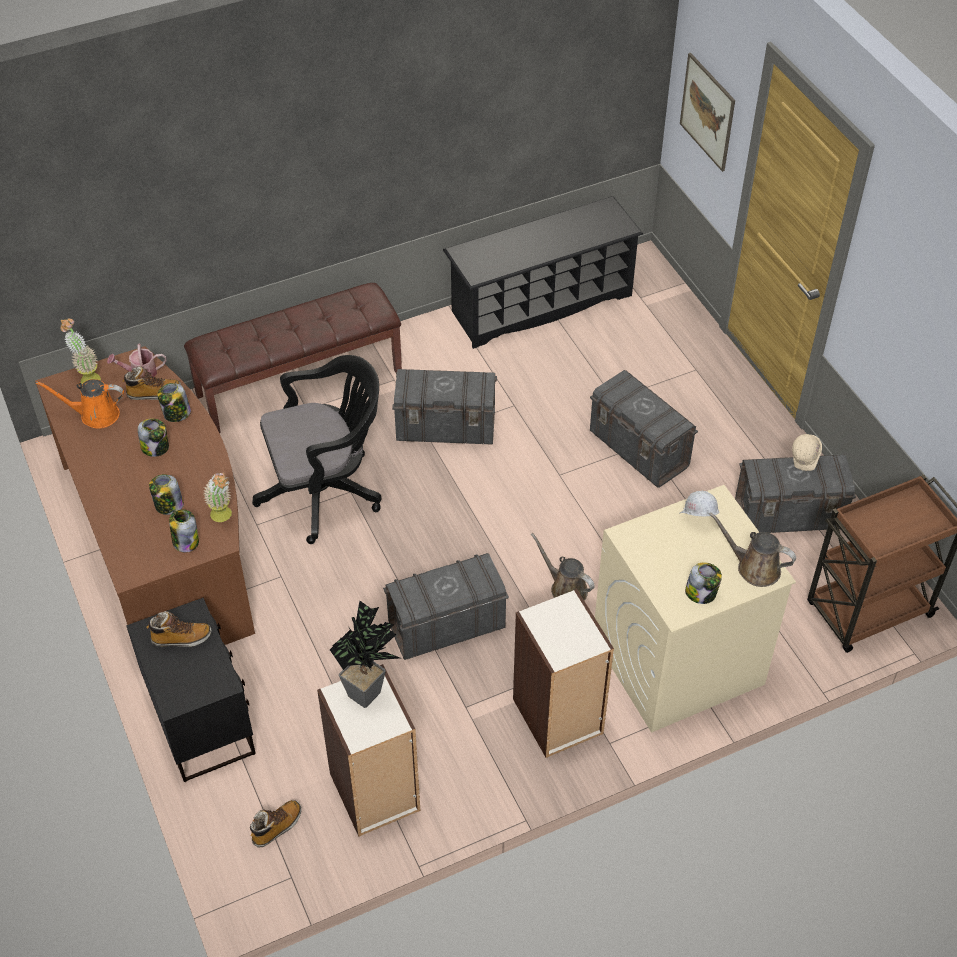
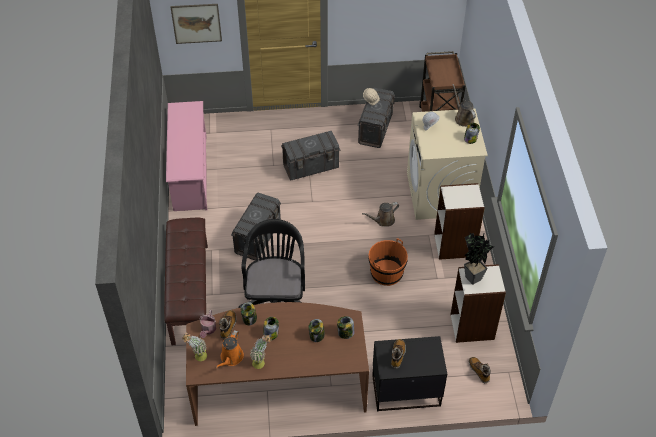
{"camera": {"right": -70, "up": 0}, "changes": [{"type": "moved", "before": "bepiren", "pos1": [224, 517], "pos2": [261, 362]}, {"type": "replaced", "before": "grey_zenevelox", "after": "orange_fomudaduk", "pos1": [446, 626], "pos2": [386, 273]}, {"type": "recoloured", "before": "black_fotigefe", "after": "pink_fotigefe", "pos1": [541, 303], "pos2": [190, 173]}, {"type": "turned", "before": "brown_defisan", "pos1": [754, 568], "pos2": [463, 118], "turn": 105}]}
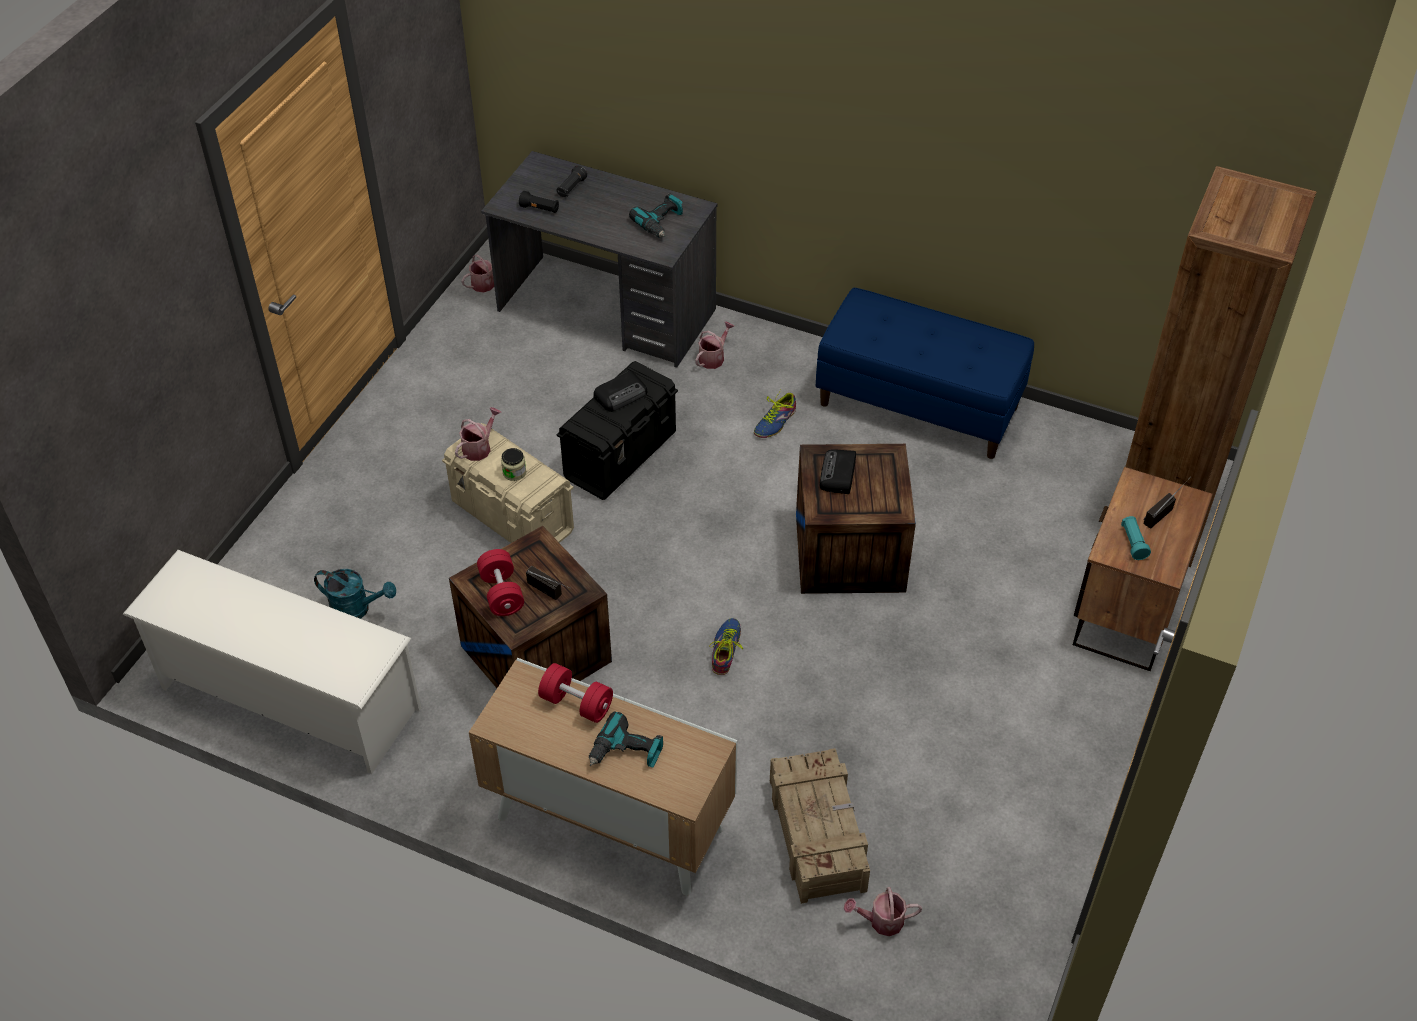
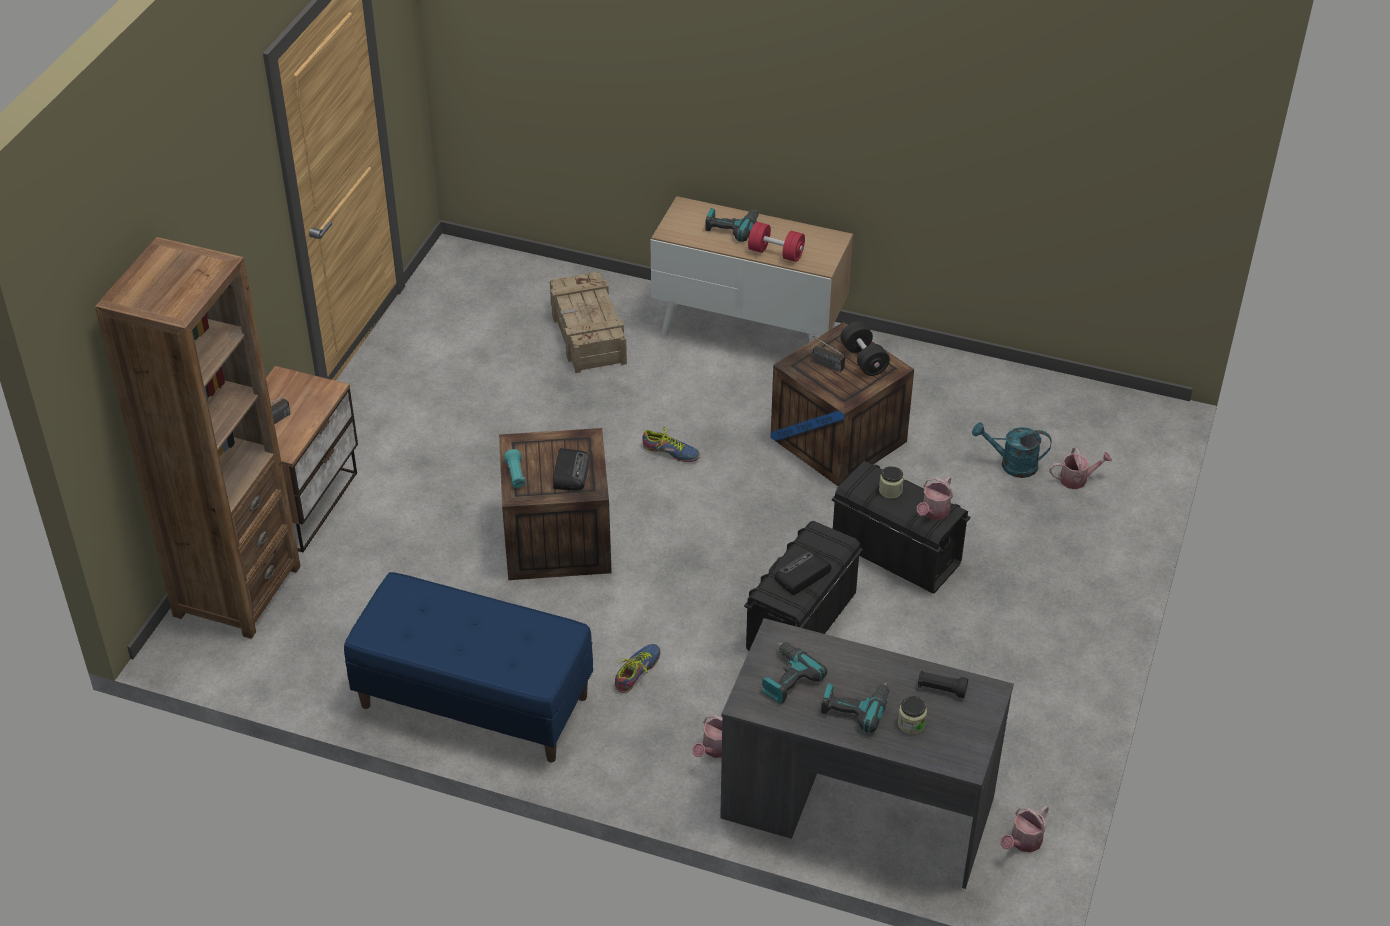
{"camera": {"right": 175, "up": -5}, "changes": [{"type": "removed", "before": "white_fotigefe", "pos1": [288, 698]}, {"type": "recoloured", "before": "beige_zenevelox", "after": "black_zenevelox", "pos1": [513, 517], "pos2": [895, 553]}, {"type": "recoloured", "before": "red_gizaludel", "after": "black_gizaludel", "pos1": [501, 593], "pos2": [864, 359]}, {"type": "replaced", "before": "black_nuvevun", "after": "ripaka", "pos1": [571, 188], "pos2": [911, 724]}, {"type": "turned", "before": "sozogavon", "pos1": [725, 650], "pos2": [671, 452], "turn": -75}, {"type": "moved", "before": "defisan", "pos1": [881, 921], "pos2": [1077, 479]}, {"type": "moved", "before": "turquoise_nuvevun", "pos1": [1133, 543], "pos2": [515, 475]}, {"type": "added", "after": "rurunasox", "pos2": [854, 708]}]}
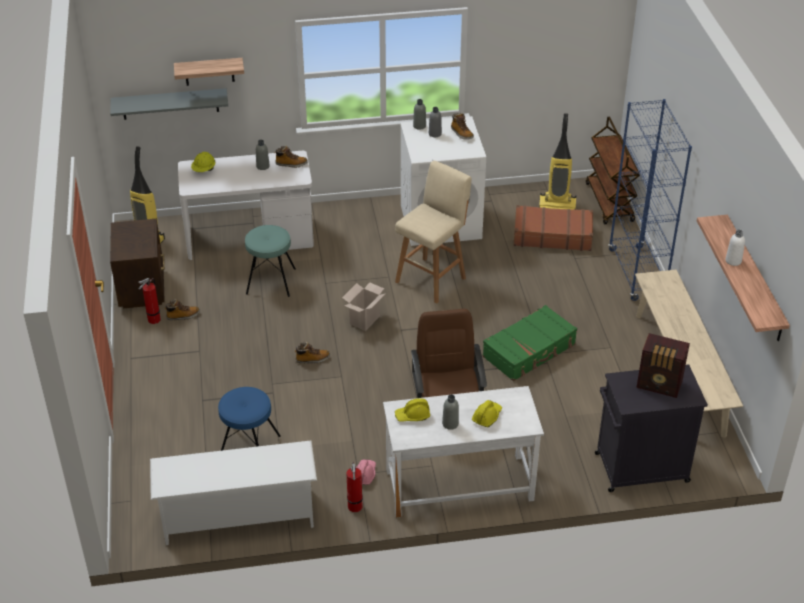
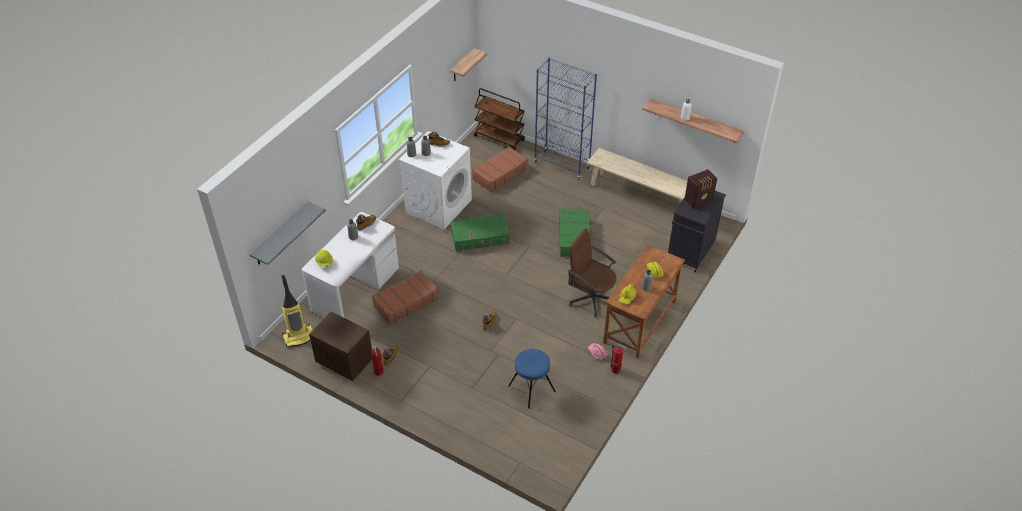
{"camera": {"right": -50, "up": 5}, "changes": [{"type": "removed", "before": "white_fotigefe", "pos1": [238, 516]}, {"type": "moved", "before": "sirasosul", "pos1": [209, 71], "pos2": [462, 65]}, {"type": "replaced", "before": "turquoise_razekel", "after": "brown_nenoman", "pos1": [271, 281], "pos2": [405, 302]}, {"type": "removed", "before": "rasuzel", "pos1": [364, 319]}, {"type": "recoloured", "before": "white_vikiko", "after": "brown_vikiko", "pos1": [459, 486], "pos2": [640, 322]}, {"type": "replaced", "before": "beige_razekel", "after": "green_nenoman", "pos1": [432, 279], "pos2": [480, 238]}, {"type": "removed", "before": "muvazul", "pos1": [557, 206]}]}
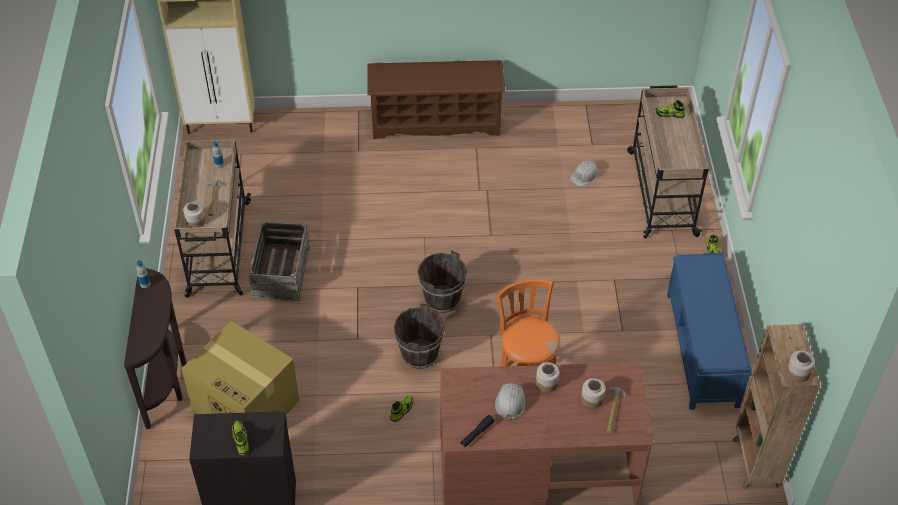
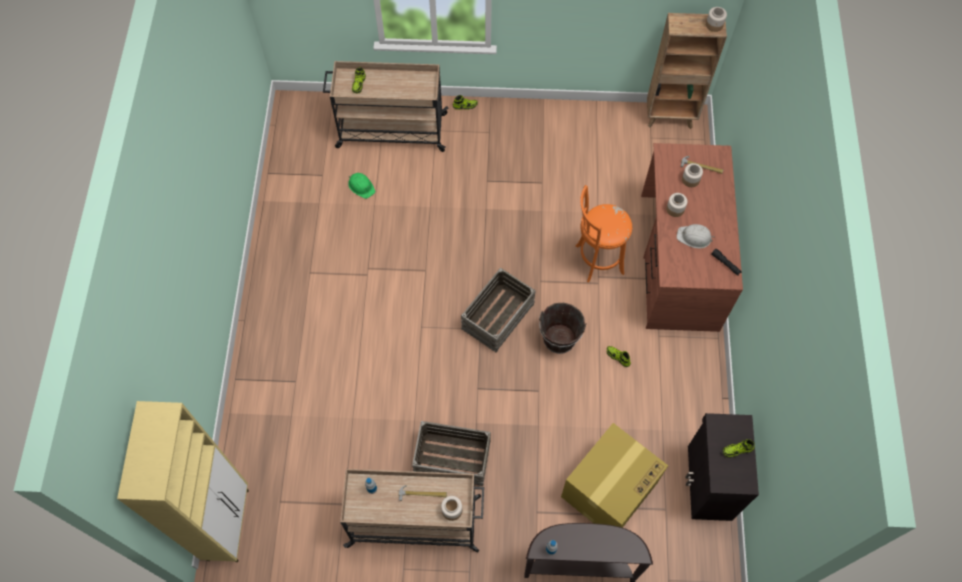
{"camera": {"right": -85, "up": 15}, "changes": [{"type": "removed", "before": "brown_fotigefe", "pos1": [436, 122]}, {"type": "replaced", "before": "brown_fomudaduk", "after": "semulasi", "pos1": [442, 299], "pos2": [498, 317]}, {"type": "recoloured", "before": "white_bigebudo", "after": "green_bigebudo", "pos1": [584, 175], "pos2": [361, 186]}, {"type": "removed", "before": "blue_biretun", "pos1": [702, 350]}]}
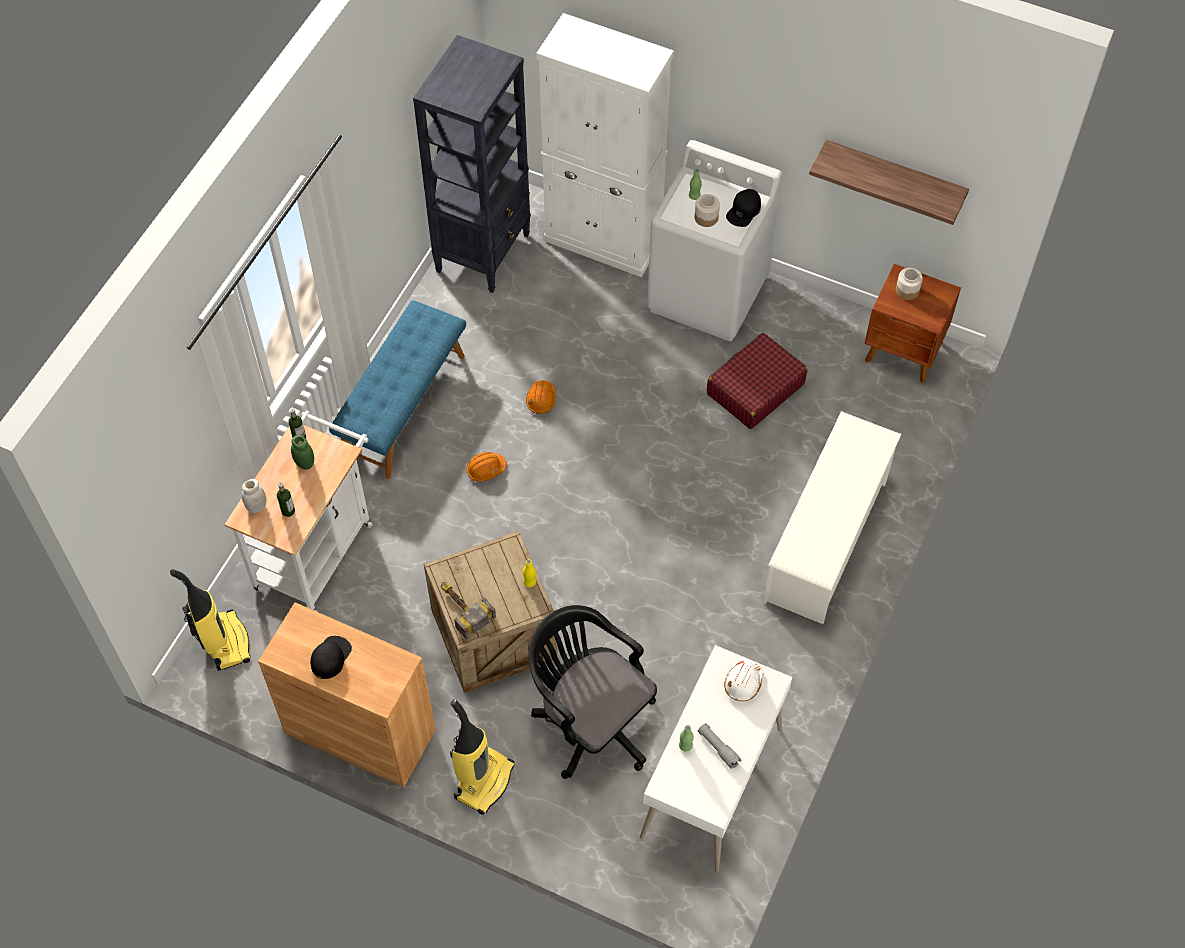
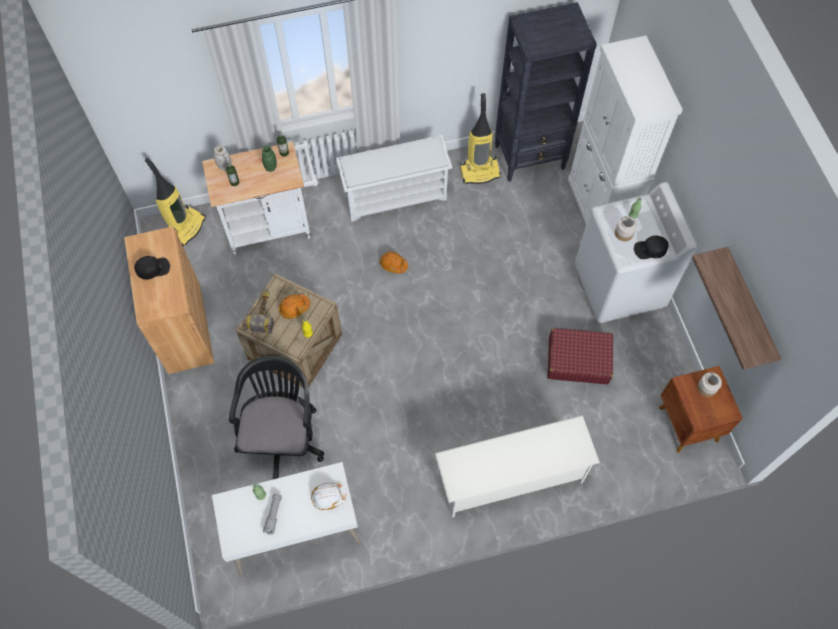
{"camera": {"right": 50, "up": 5}, "changes": [{"type": "replaced", "before": "blue_biretun", "after": "white_fotigefe", "pos1": [403, 406], "pos2": [396, 196]}, {"type": "moved", "before": "muvazul", "pos1": [483, 780], "pos2": [480, 171]}, {"type": "moved", "before": "orange_bigebudo", "pos1": [541, 400], "pos2": [294, 308]}]}
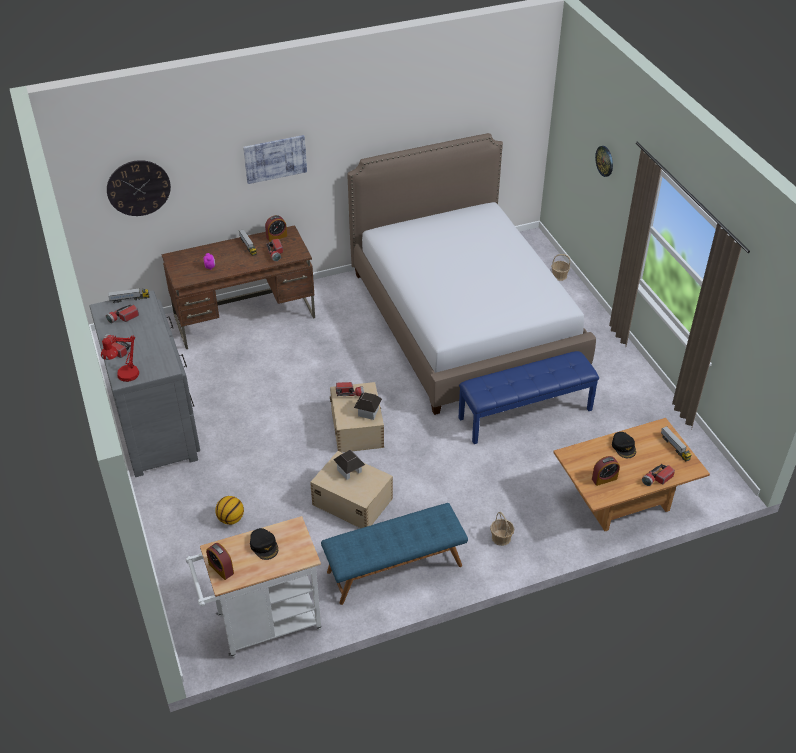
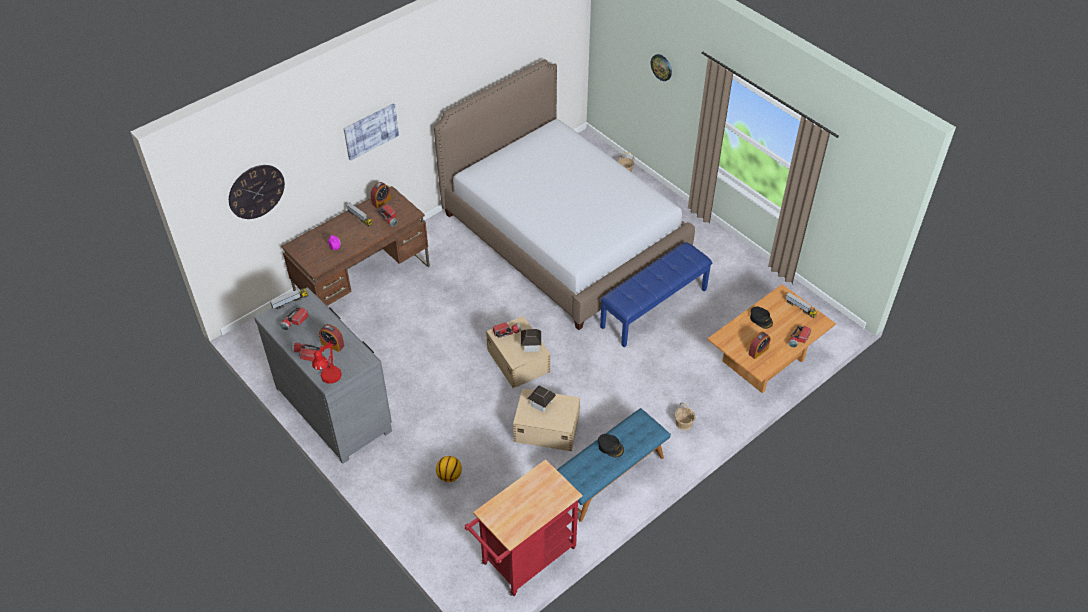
{"camera": {"right": -20, "up": 5}, "changes": [{"type": "recoloured", "before": "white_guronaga", "after": "red_guronaga", "pos1": [262, 625], "pos2": [524, 560]}, {"type": "moved", "before": "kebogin", "pos1": [221, 568], "pos2": [332, 344]}, {"type": "moved", "before": "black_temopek", "pos1": [264, 546], "pos2": [610, 447]}]}
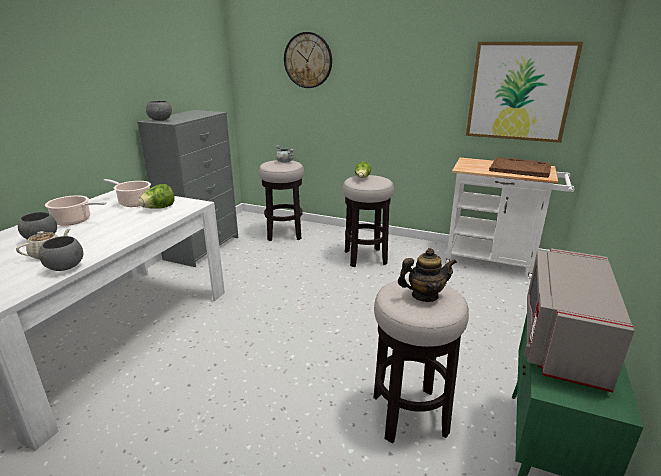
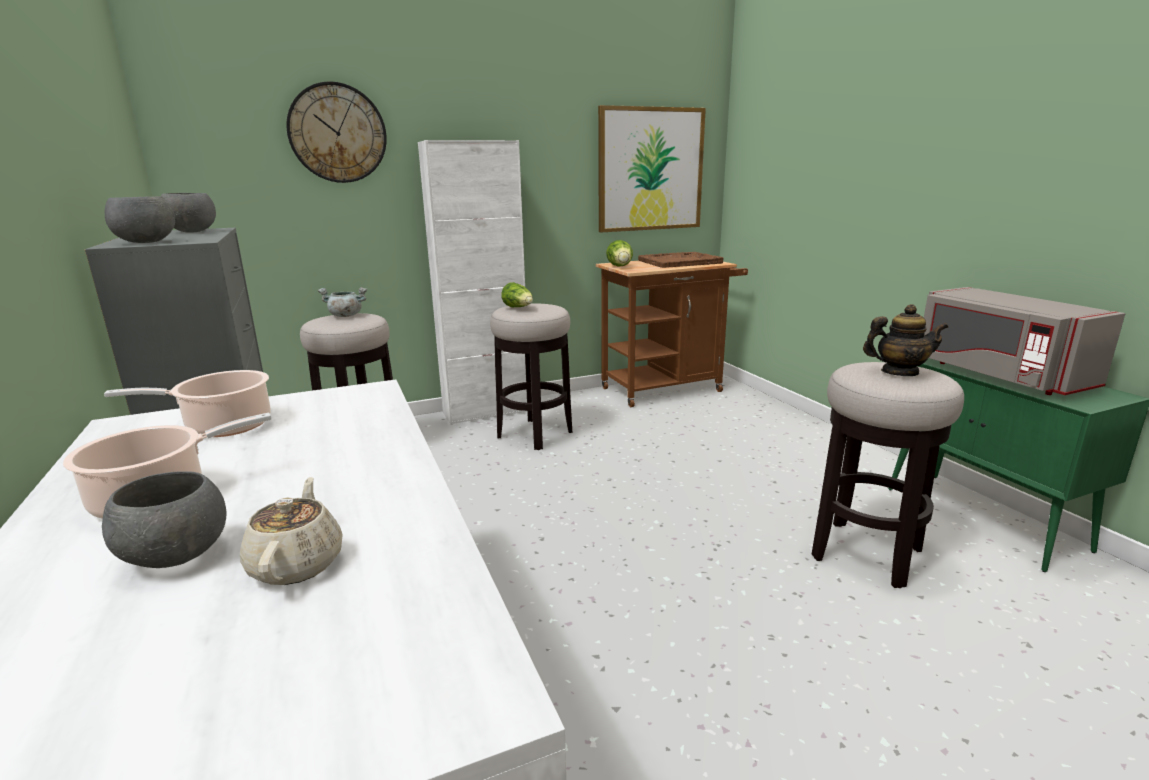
{"camera": {"right": -45, "up": -5}, "changes": [{"type": "moved", "before": "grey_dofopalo", "pos1": [65, 268], "pos2": [191, 232]}, {"type": "moved", "before": "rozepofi", "pos1": [159, 208], "pos2": [620, 267]}, {"type": "turned", "before": "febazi", "pos1": [424, 296], "pos2": [899, 372], "turn": 60}, {"type": "recoloured", "before": "white_guronaga", "after": "brown_guronaga", "pos1": [495, 262], "pos2": [668, 388]}, {"type": "added", "after": "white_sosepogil", "pos2": [486, 412]}]}
